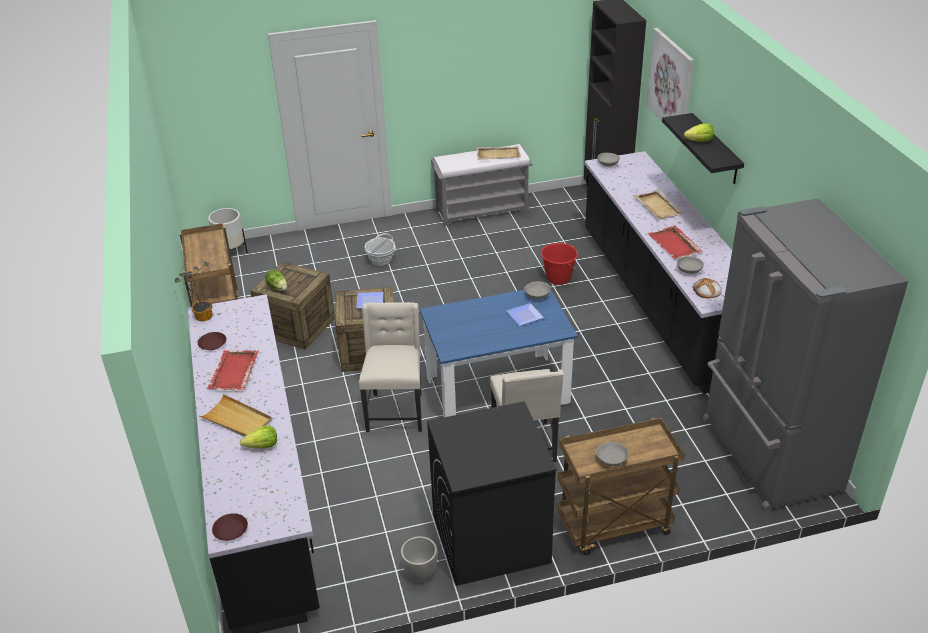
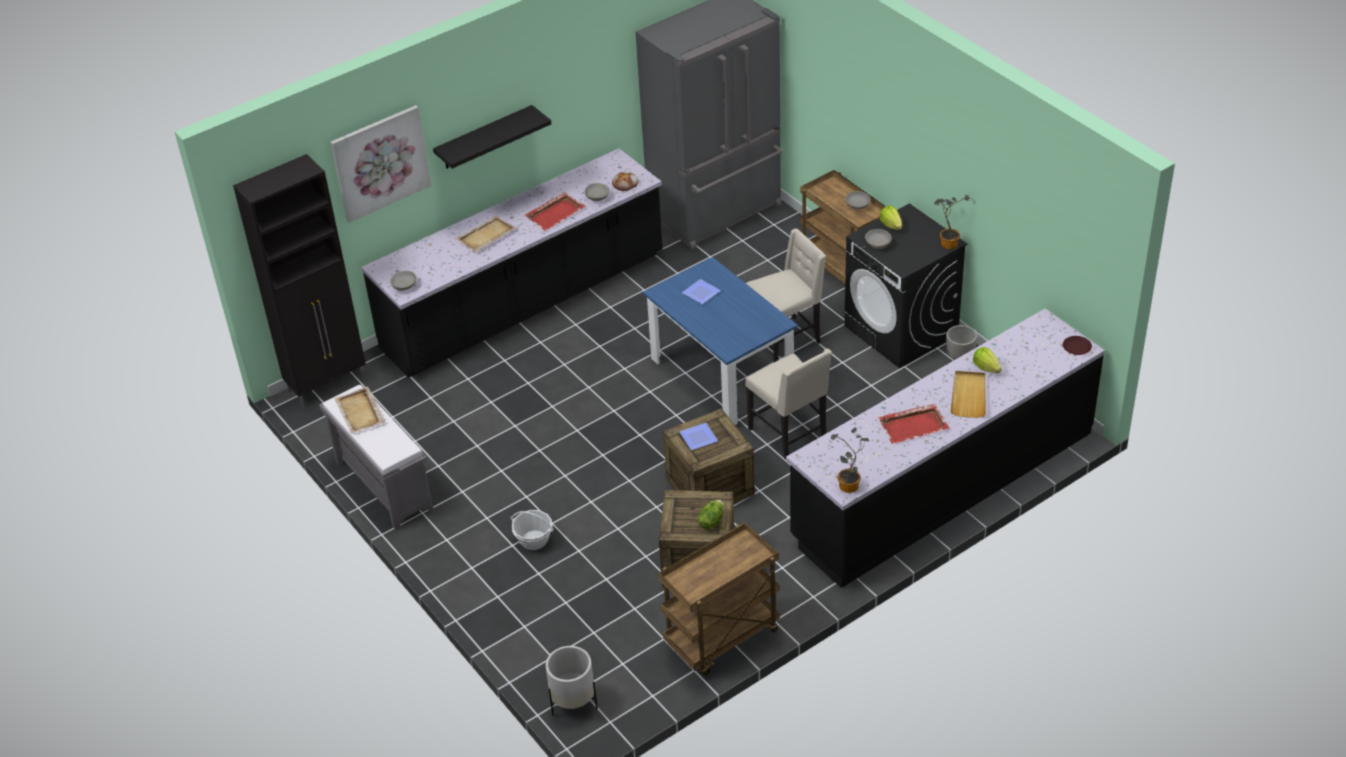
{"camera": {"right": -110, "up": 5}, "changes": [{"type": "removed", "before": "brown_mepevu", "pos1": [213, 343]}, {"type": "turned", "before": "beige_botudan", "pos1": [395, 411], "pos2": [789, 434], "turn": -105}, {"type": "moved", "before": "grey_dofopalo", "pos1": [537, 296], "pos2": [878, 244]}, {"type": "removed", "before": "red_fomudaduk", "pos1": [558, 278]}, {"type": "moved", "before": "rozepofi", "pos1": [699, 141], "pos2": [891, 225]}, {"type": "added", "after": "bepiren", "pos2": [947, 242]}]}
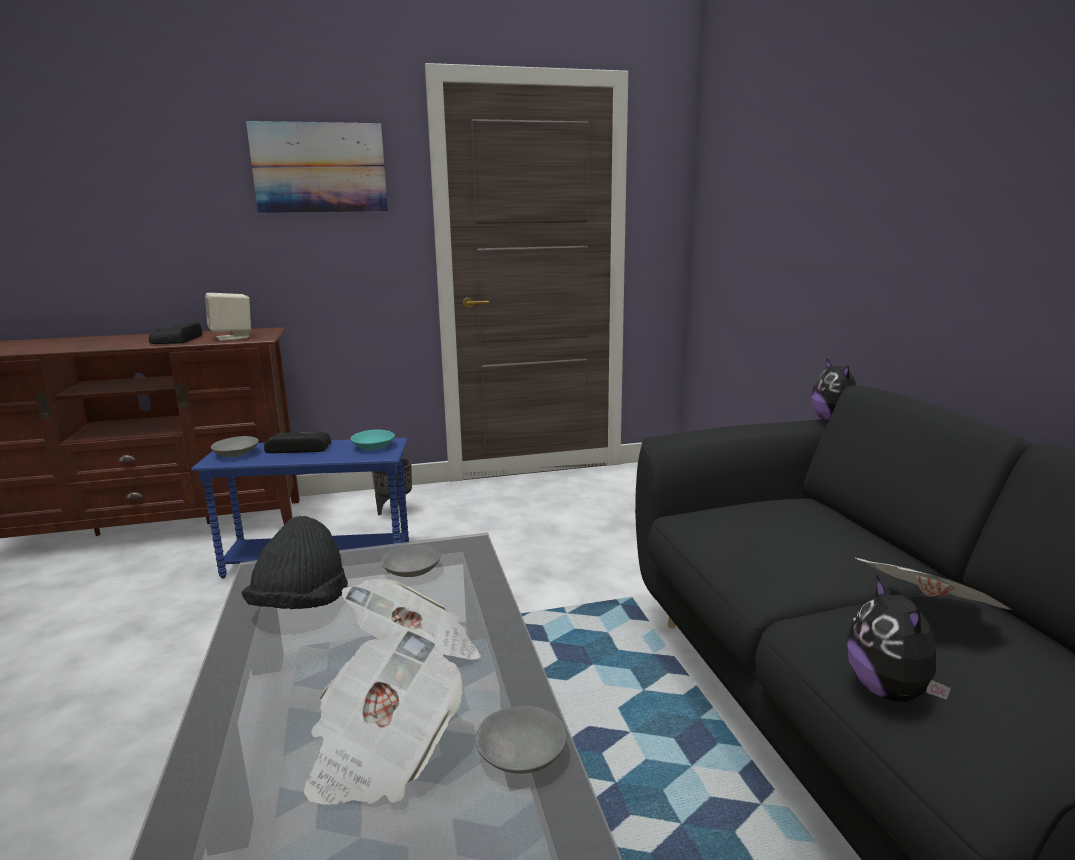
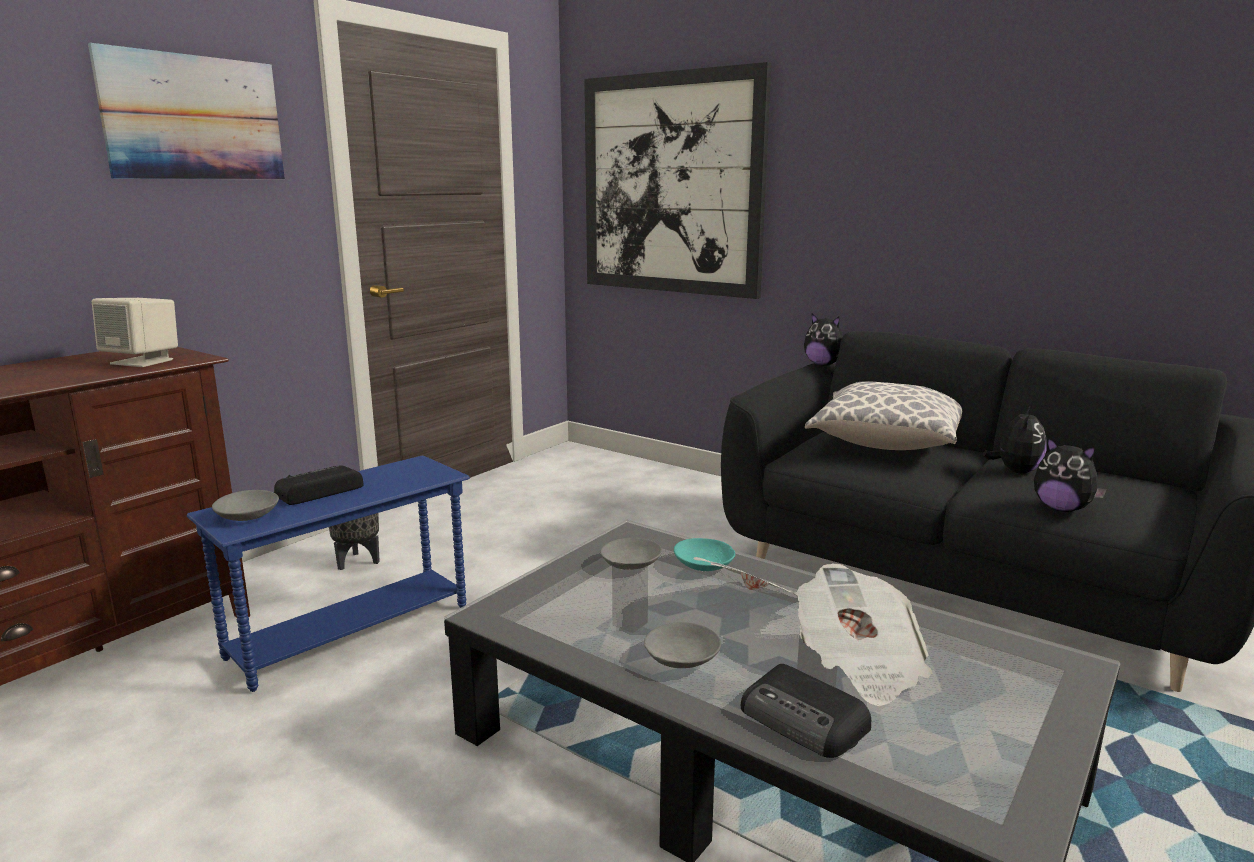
{"camera": {"right": -40, "up": 0}, "changes": [{"type": "moved", "before": "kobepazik", "pos1": [177, 340], "pos2": [804, 721]}, {"type": "removed", "before": "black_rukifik", "pos1": [301, 605]}, {"type": "moved", "before": "turquoise_dofopalo", "pos1": [373, 447], "pos2": [704, 565]}, {"type": "moved", "before": "grey_dofopalo", "pos1": [520, 754], "pos2": [680, 658]}, {"type": "replaced", "before": "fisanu", "after": "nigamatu", "pos1": [927, 617], "pos2": [1015, 471]}, {"type": "added", "after": "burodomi", "pos2": [671, 185]}, {"type": "added", "after": "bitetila", "pos2": [885, 443]}]}
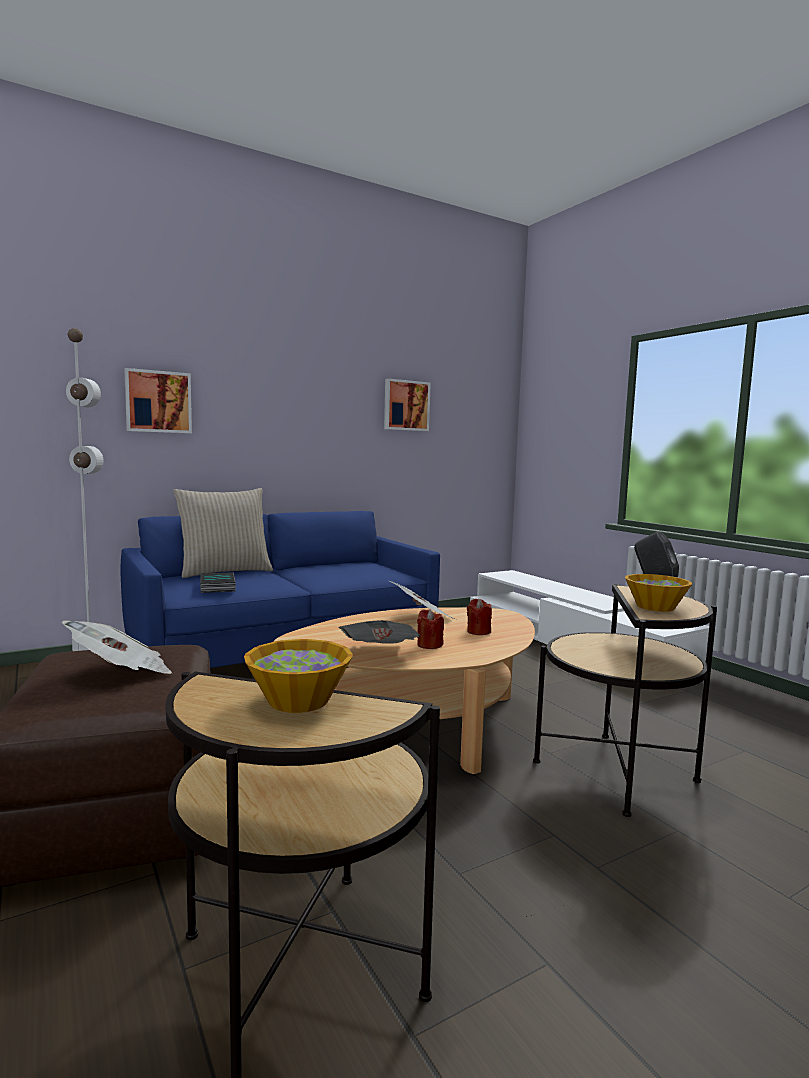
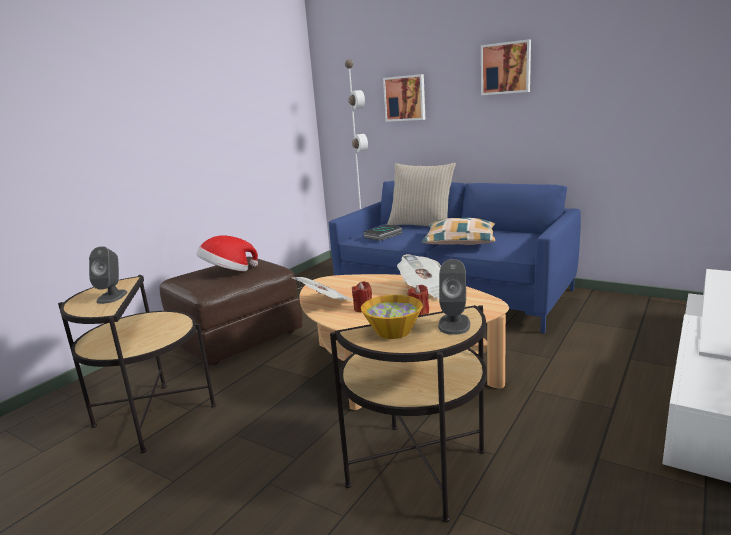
{"camera": {"right": 65, "up": 10}, "changes": [{"type": "replaced", "before": "fisanu", "after": "rukifik", "pos1": [121, 672], "pos2": [228, 272]}, {"type": "replaced", "before": "dofopalo", "after": "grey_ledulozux", "pos1": [298, 700], "pos2": [112, 296]}, {"type": "moved", "before": "burodomi", "pos1": [406, 405], "pos2": [506, 68]}, {"type": "added", "after": "bitetila", "pos2": [460, 241]}]}
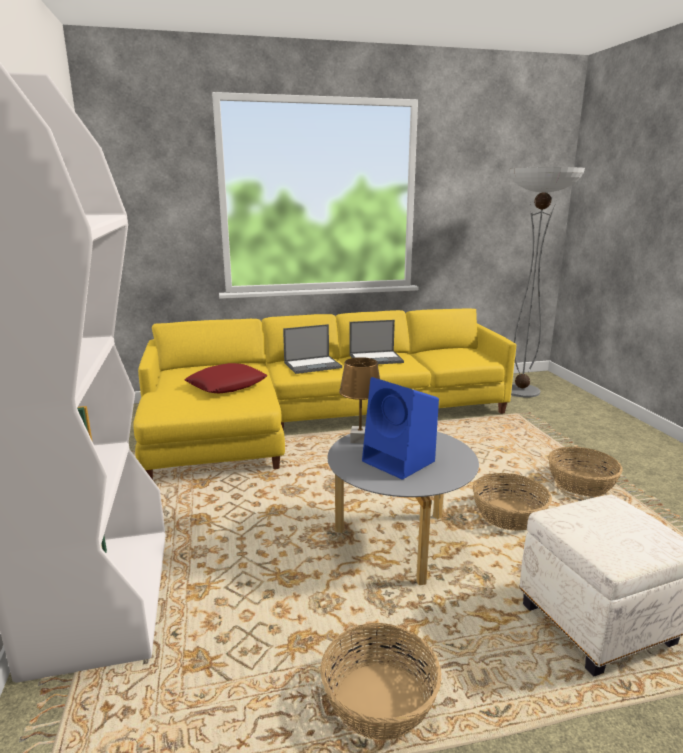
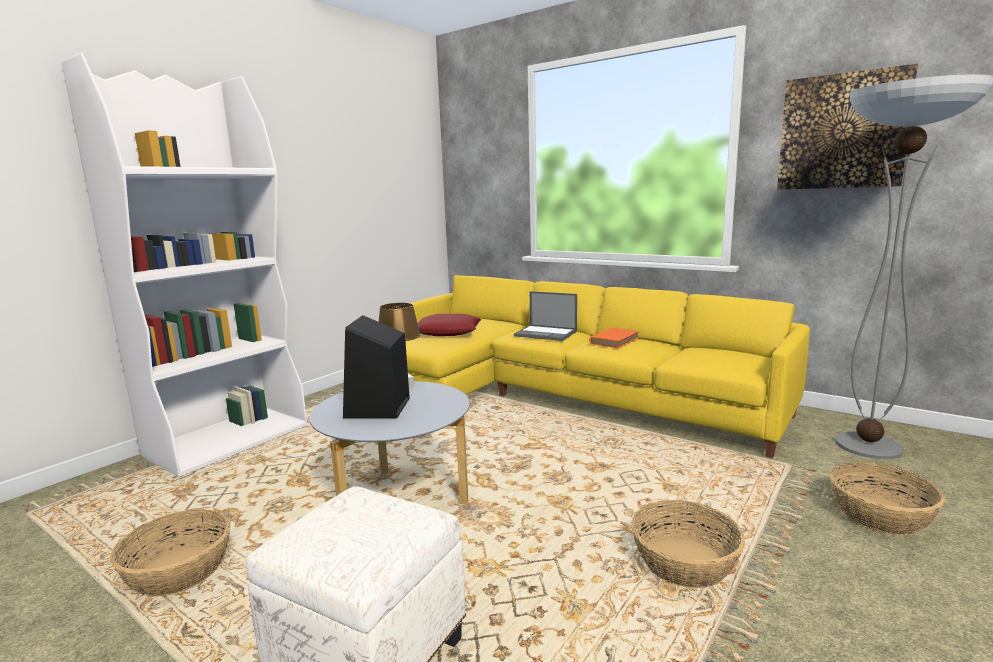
{"camera": {"right": 50, "up": -5}, "changes": [{"type": "replaced", "before": "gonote", "after": "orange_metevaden", "pos1": [376, 358], "pos2": [615, 340]}, {"type": "recoloured", "before": "blue_ledulozux", "after": "black_ledulozux", "pos1": [400, 462], "pos2": [377, 408]}, {"type": "moved", "before": "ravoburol", "pos1": [509, 515], "pos2": [880, 515]}, {"type": "added", "after": "burodomi", "pos2": [842, 131]}]}
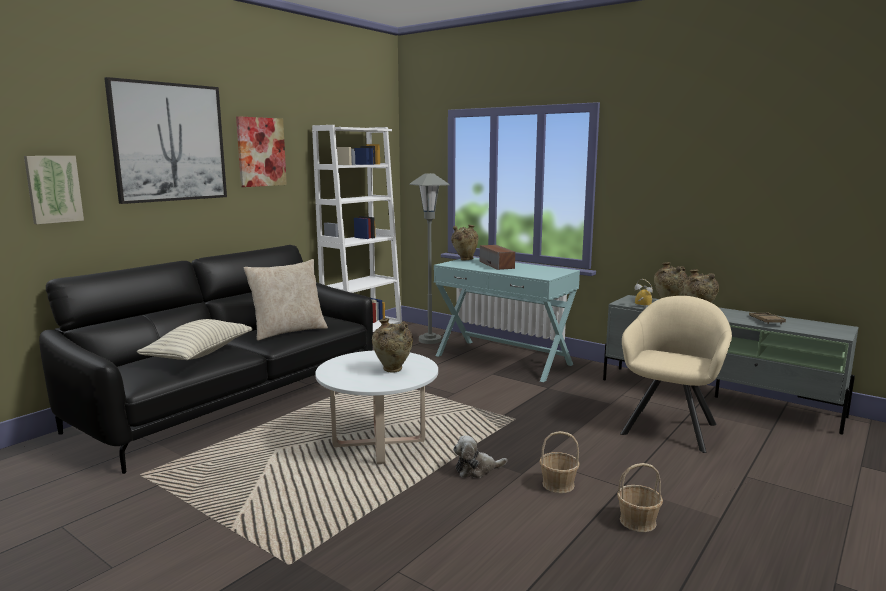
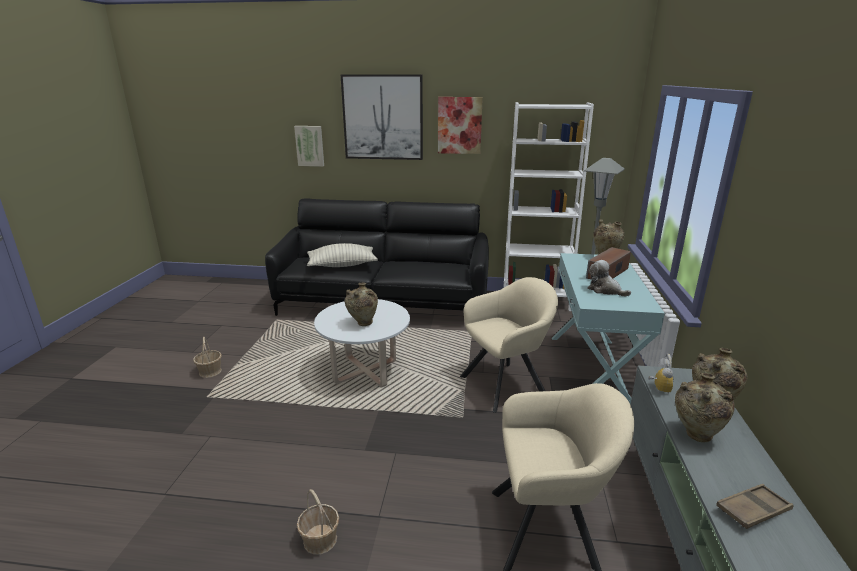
{"camera": {"right": 60, "up": 10}, "changes": [{"type": "removed", "before": "beige_bitetila", "pos1": [288, 331]}, {"type": "moved", "before": "nigamatu", "pos1": [476, 469], "pos2": [605, 290]}, {"type": "moved", "before": "ravoburol", "pos1": [558, 484], "pos2": [210, 371]}, {"type": "added", "after": "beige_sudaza", "pos2": [506, 384]}]}
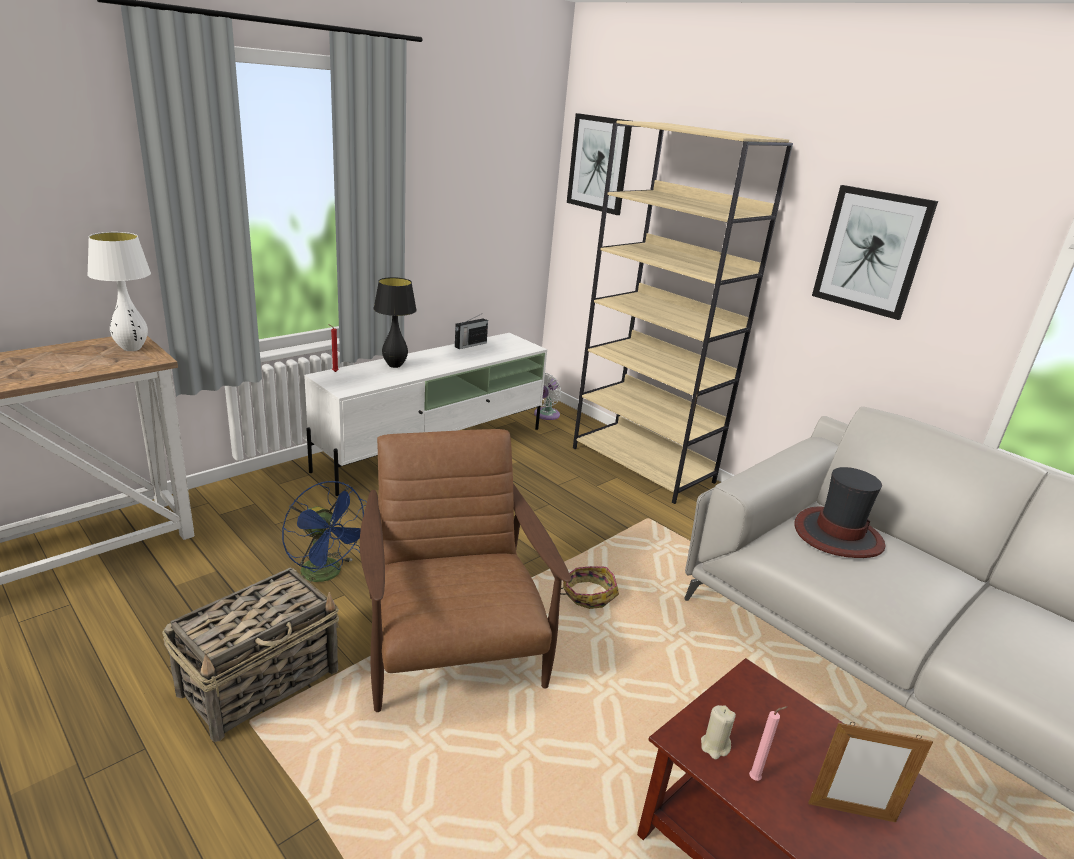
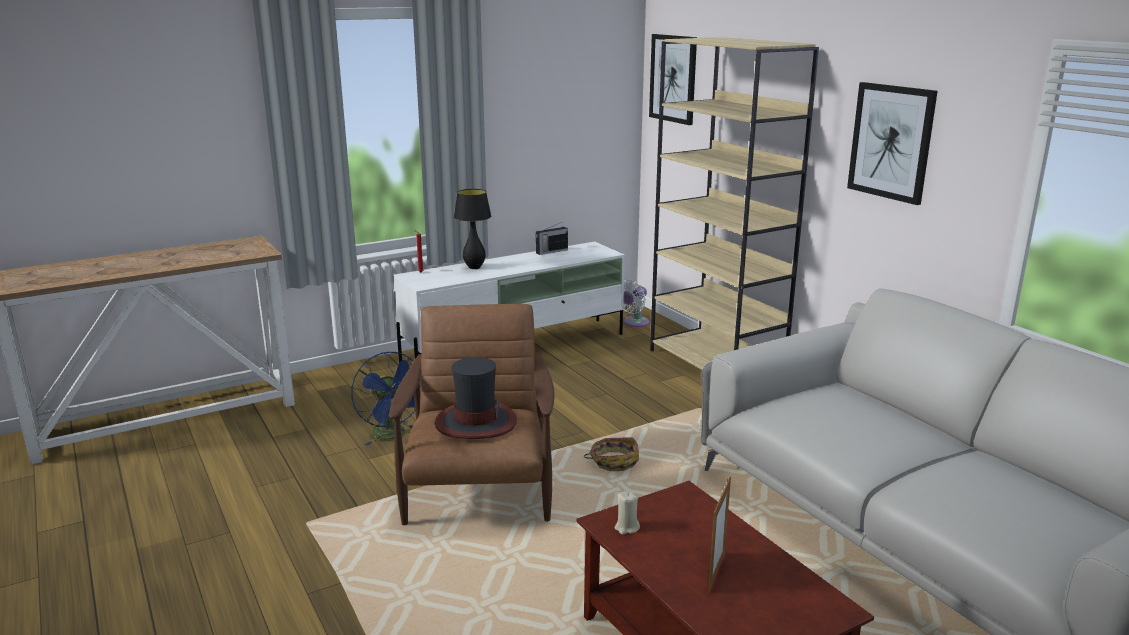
{"camera": {"right": 15, "up": -5}, "changes": [{"type": "removed", "before": "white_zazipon", "pos1": [132, 349]}, {"type": "removed", "before": "ravoburol", "pos1": [261, 681]}, {"type": "removed", "before": "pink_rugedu", "pos1": [756, 779]}, {"type": "moved", "before": "rukifik", "pos1": [838, 535], "pos2": [475, 422]}, {"type": "turned", "before": "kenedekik", "pos1": [851, 812], "pos2": [716, 572], "turn": -90}]}
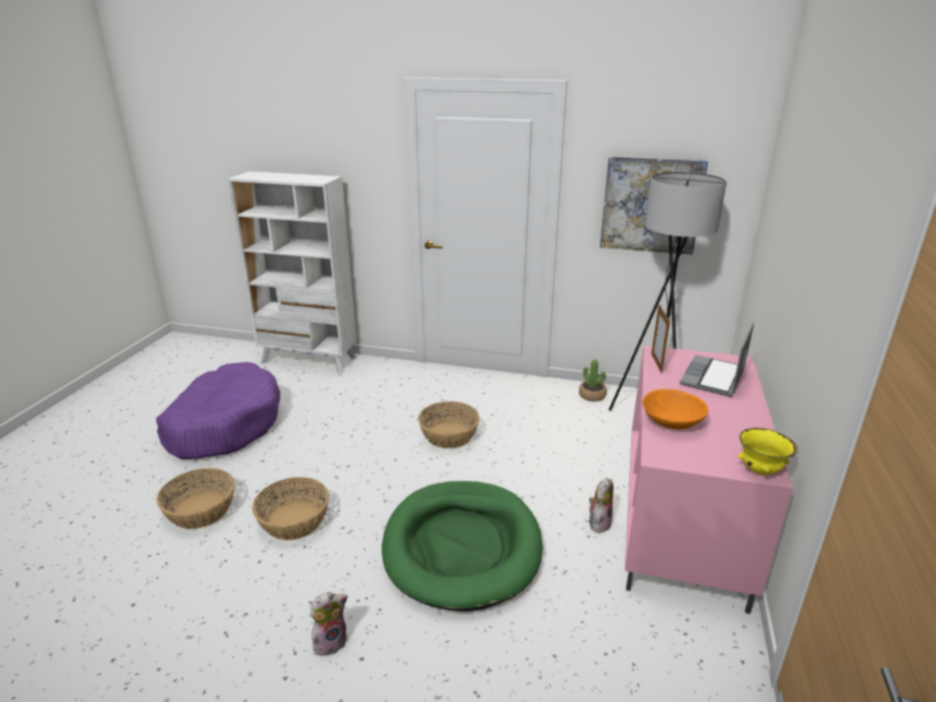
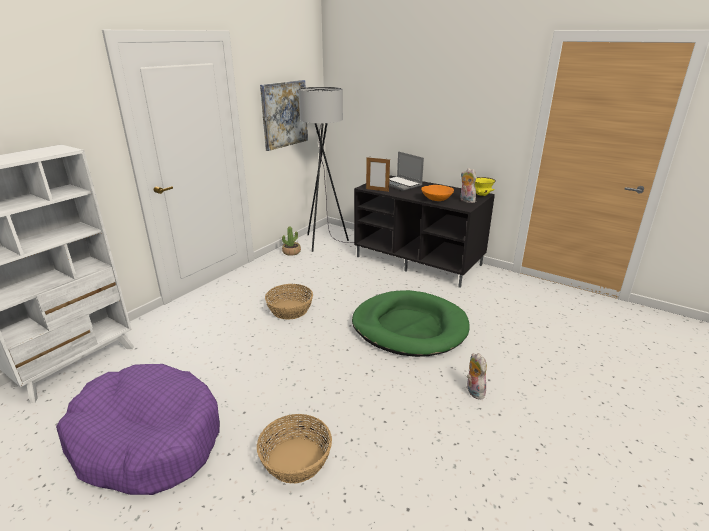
{"camera": {"right": -70, "up": 0}, "changes": [{"type": "removed", "before": "ravoburol", "pos1": [293, 521]}, {"type": "moved", "before": "nigamatu", "pos1": [598, 522], "pos2": [466, 200]}, {"type": "recoloured", "before": "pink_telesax", "after": "black_telesax", "pos1": [683, 521], "pos2": [419, 261]}]}
